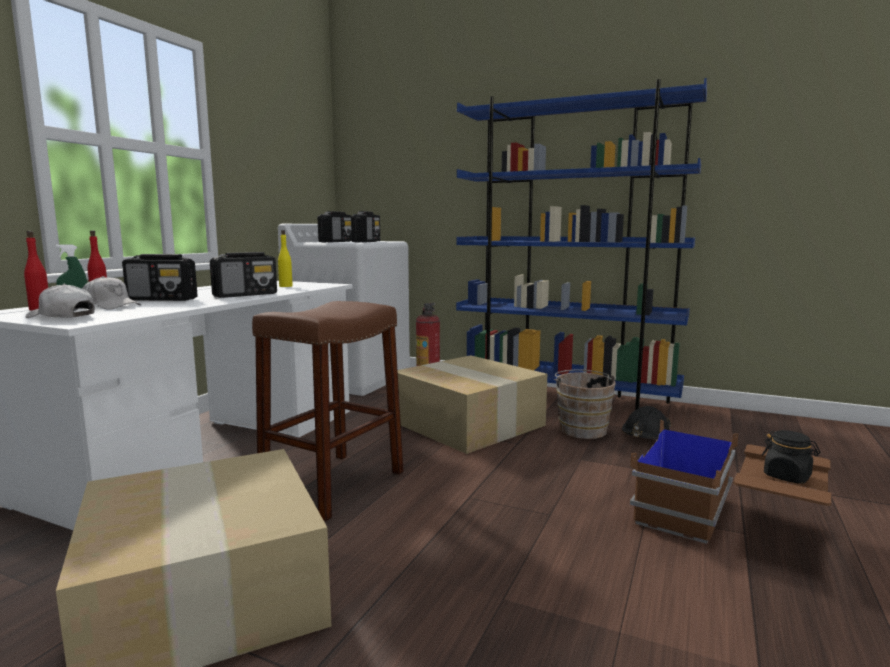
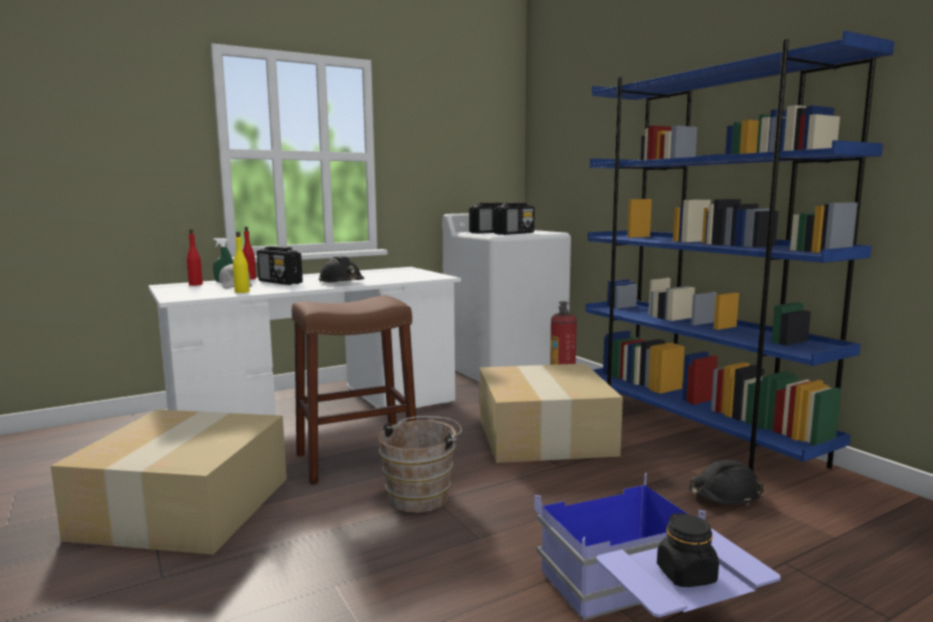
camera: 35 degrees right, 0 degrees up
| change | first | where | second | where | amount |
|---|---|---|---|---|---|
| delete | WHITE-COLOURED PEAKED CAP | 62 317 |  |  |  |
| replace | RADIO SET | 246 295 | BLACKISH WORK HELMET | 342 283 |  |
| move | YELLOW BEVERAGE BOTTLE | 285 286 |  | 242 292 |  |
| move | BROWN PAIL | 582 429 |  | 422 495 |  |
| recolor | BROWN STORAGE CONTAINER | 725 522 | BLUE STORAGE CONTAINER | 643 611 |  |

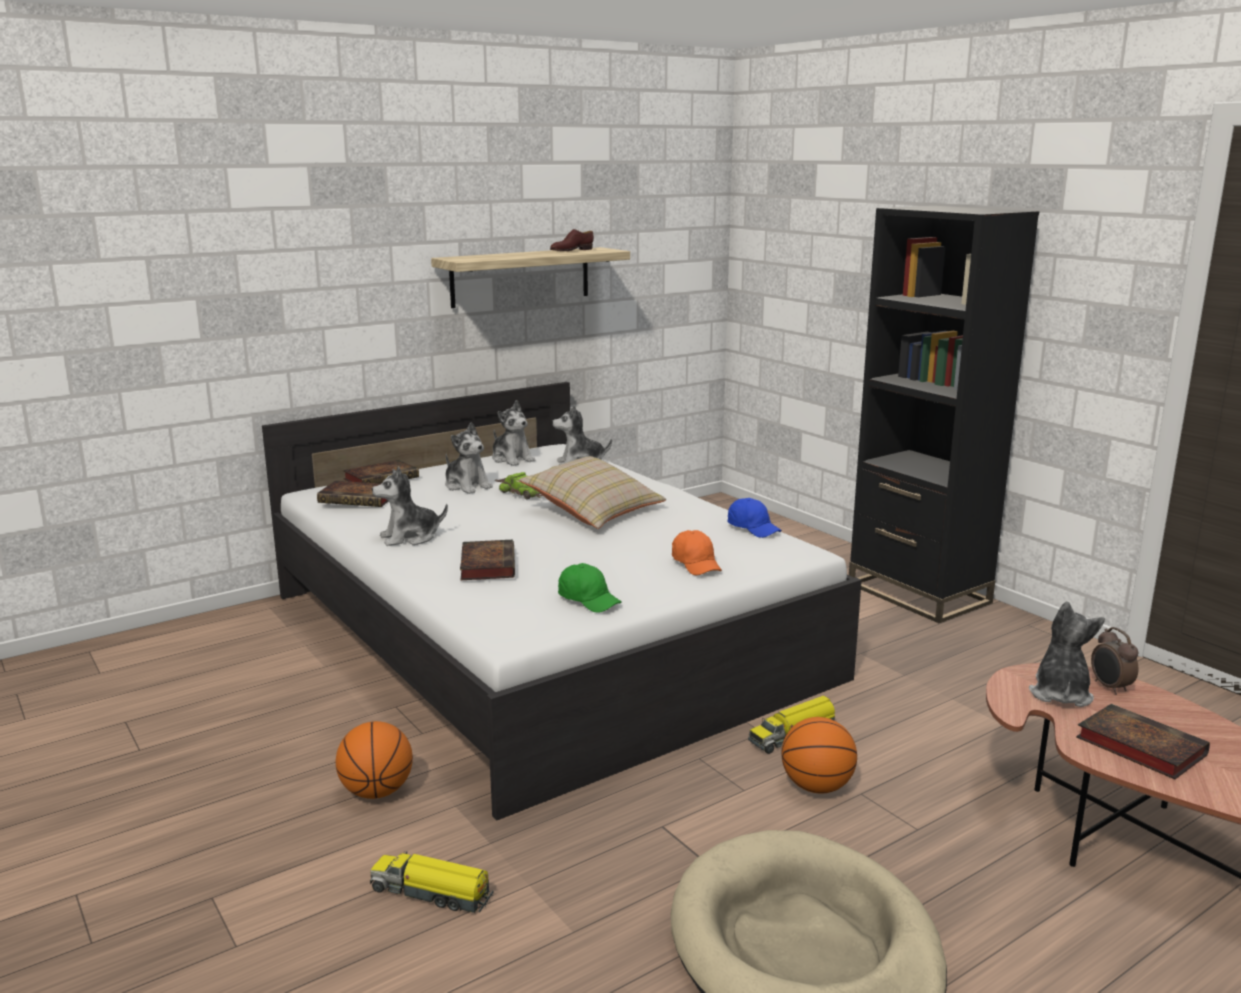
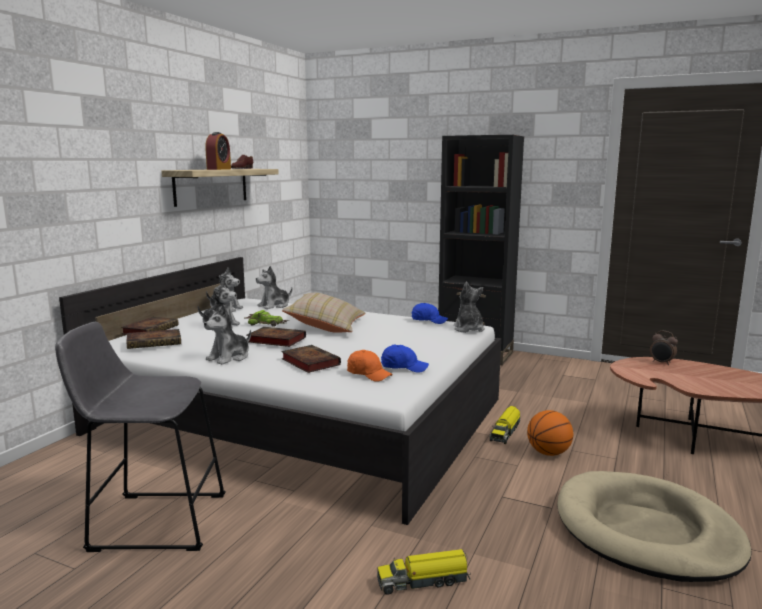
camera: 30 degrees left, 5 degrees down
| change | first | where | second | where | amount |
|---|---|---|---|---|---|
| delete | BASKETBALL BALL | 377 792 |  |  |  |
| recolor | GREENISH PEAKED CAP | 589 600 | BLUE PEAKED CAP | 403 367 |  |
| move | ORANGE PEAKED CAP | 696 564 |  | 369 374 |  |
| move | CUDDLY TOY | 1060 694 |  | 468 329 |  |
| move | BOOK | 1137 746 |  | 275 340 |  |
| insert |  |  | GREYISH STOOL SEAT | 152 521 |  |
| insert |  |  | ALARM CLOCK | 219 169 |  |

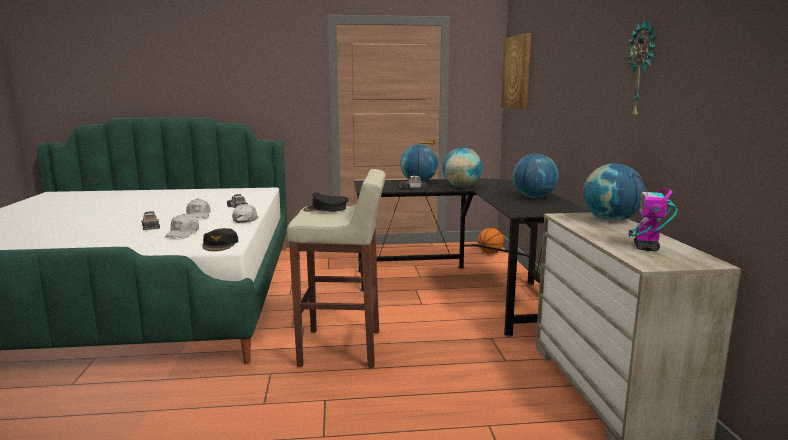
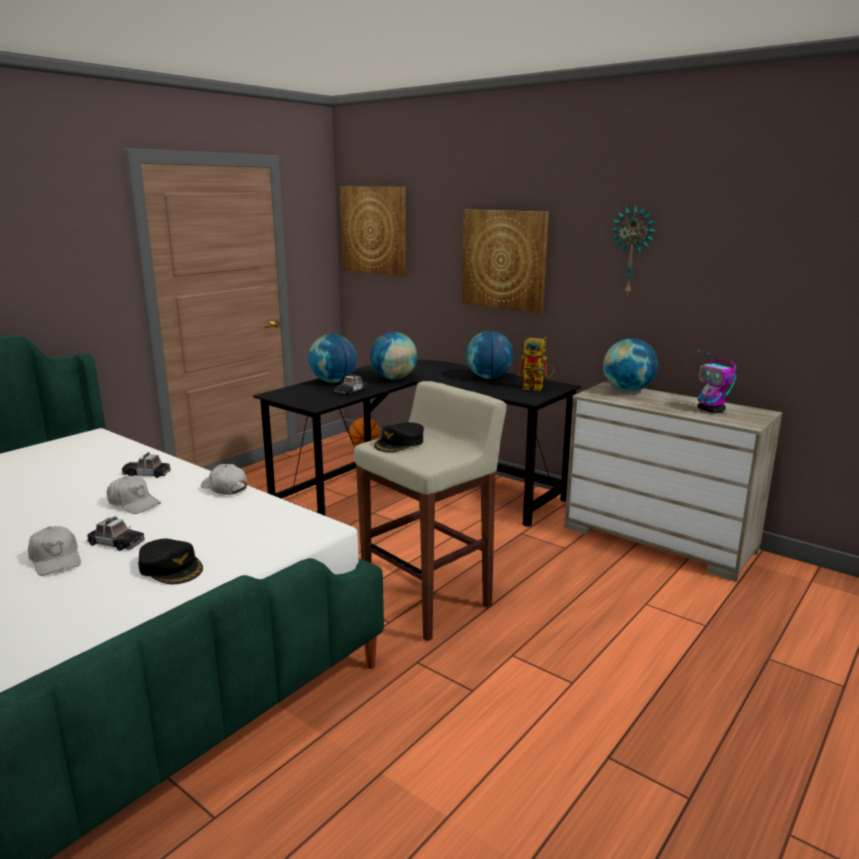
camera: 45 degrees left, 5 degrees up
| change | first | where | second | where | amount |
|---|---|---|---|---|---|
| move | WHITE-COLOURED PEAKED CAP | 183 234 |  | 56 559 |  |
| move | BLACKISH PEAKED CAP | 220 244 |  | 171 567 |  |
| insert |  |  | WALL PICTURE | 504 259 |  |
| insert |  |  | TOY ROBOT | 537 388 |  |

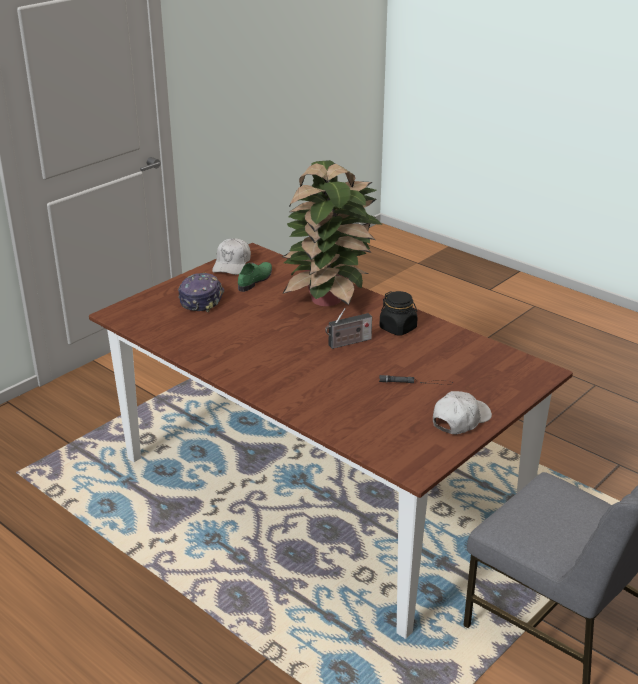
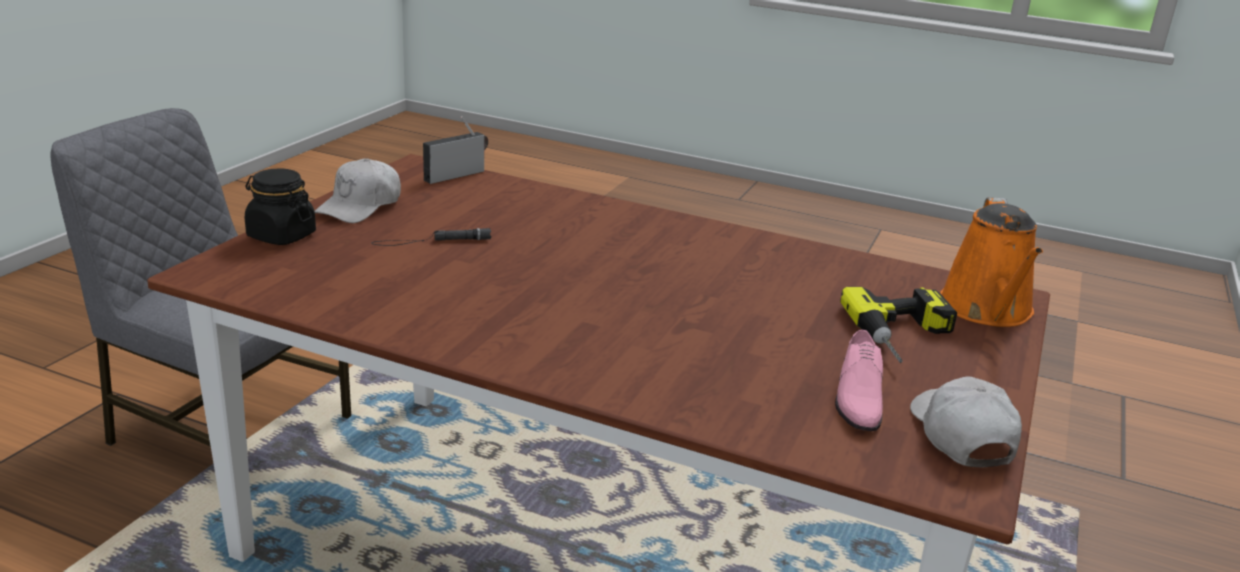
camera: 160 degrees right, 5 degrees down
| change | first | where | second | where | amount |
|---|---|---|---|---|---|
| replace | PEAKED CAP | 201 299 | DRILL | 906 337 |  |
| recolor | GREENISH LOW SHOE | 256 279 | PINK-COLOURED LOW SHOE | 856 397 |  |
| delete | PLANT IN A POT | 329 298 |  |  |  |
| move | RADIO SET | 348 343 |  | 456 175 |  |
| move | BLACKISH STORAGE JAR | 398 328 |  | 281 235 |  |
| insert |  |  | ORANGE WATERING CAN | 987 310 |  |

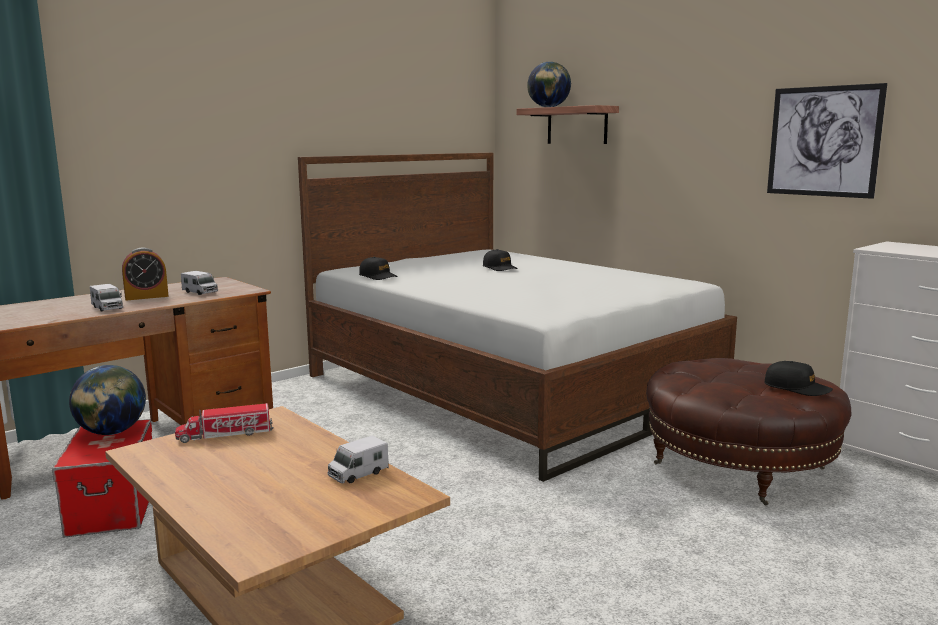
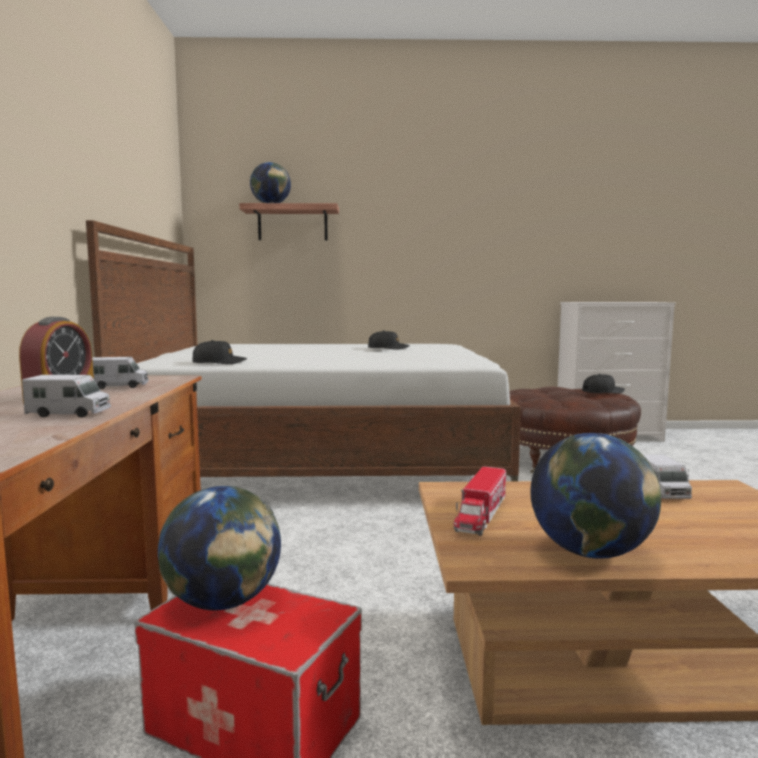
camera: 50 degrees left, 5 degrees down
| change | first | where | second | where | amount |
|---|---|---|---|---|---|
| move | BLACKISH PEAKED CAP | 500 268 |  | 388 348 |  |
| delete | WALL PICTURE | 823 141 |  |  |  |
| insert |  |  | WORLD GLOBE | 590 553 |  |

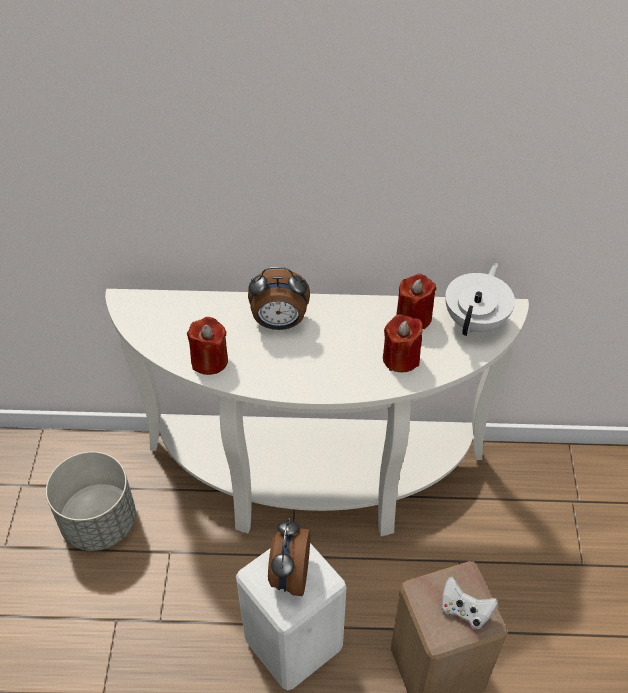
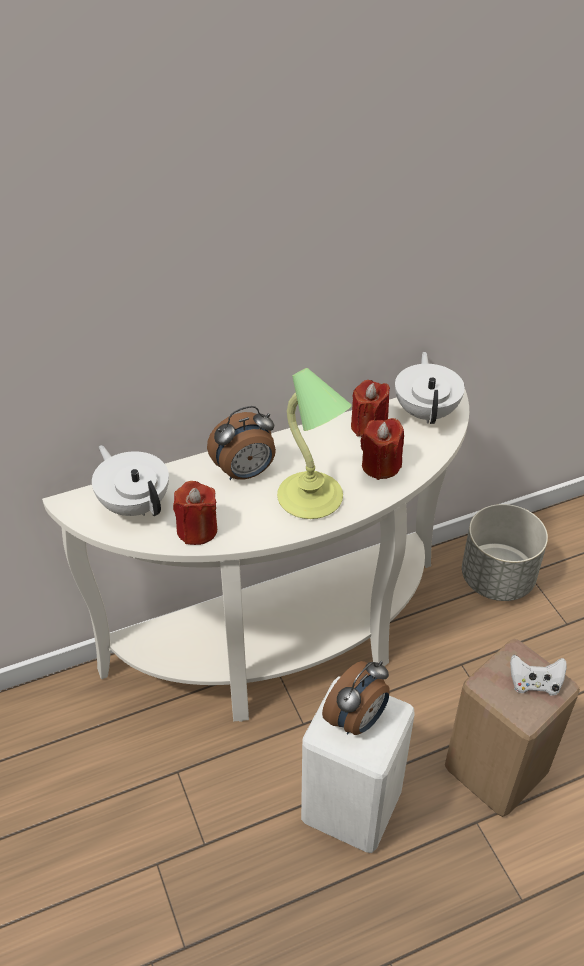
camera: 25 degrees left, 5 degrees down
| change | first | where | second | where | amount |
|---|---|---|---|---|---|
| move | GREYISH PLANTER | 99 521 |  | 496 578 |  |
| rotate | ALARM CLOCK | 289 575 |  | 357 720 | 120 degrees counterclockwise |
| insert |  |  | WHITE-COLOURED POT FOR TEA | 135 504 |  |
| insert |  |  | TABLETOP LAMP | 311 499 |  |

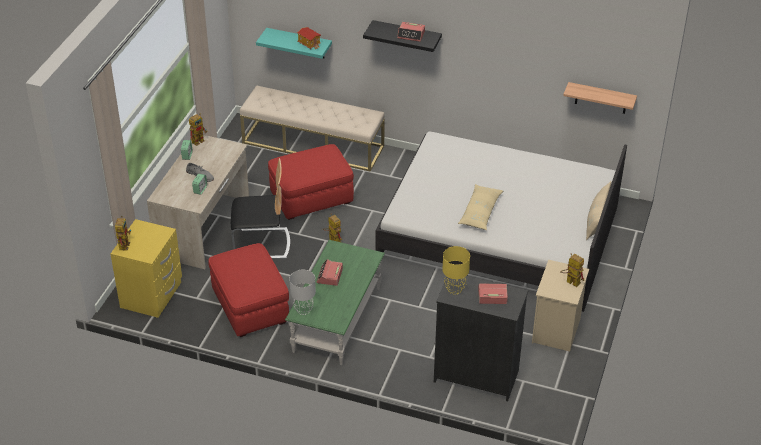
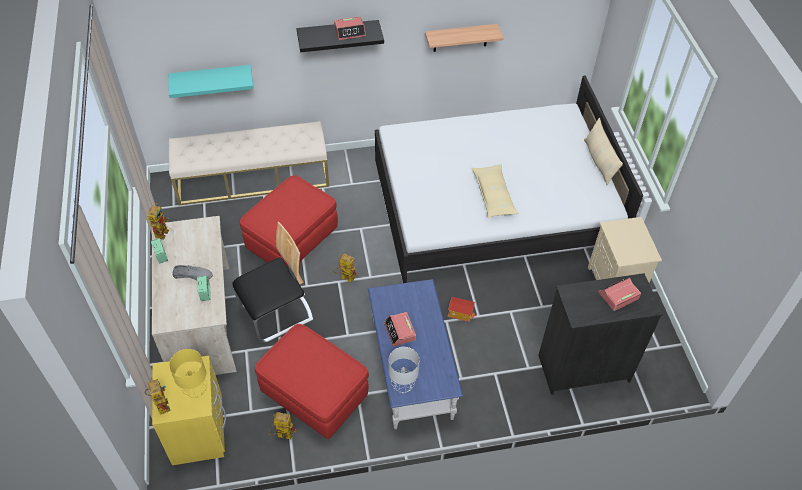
camera: 30 degrees left, 10 degrees up
| change | first | where | second | where | amount |
|---|---|---|---|---|---|
| recolor | GREENISH COFFEE TABLE | 337 319 | BLUE COFFEE TABLE | 412 368 |  |
| move | TOY HOUSE | 309 44 |  | 460 313 |  |
| move | YELLOW TABLETOP LAMP | 455 289 |  | 196 390 |  |
| move | TOY ROBOT | 570 281 |  | 281 435 |  |
| move | BRACKET SHELF | 601 98 |  | 460 38 |  |

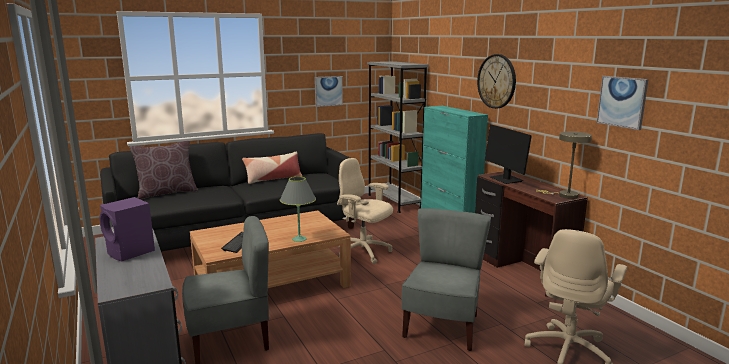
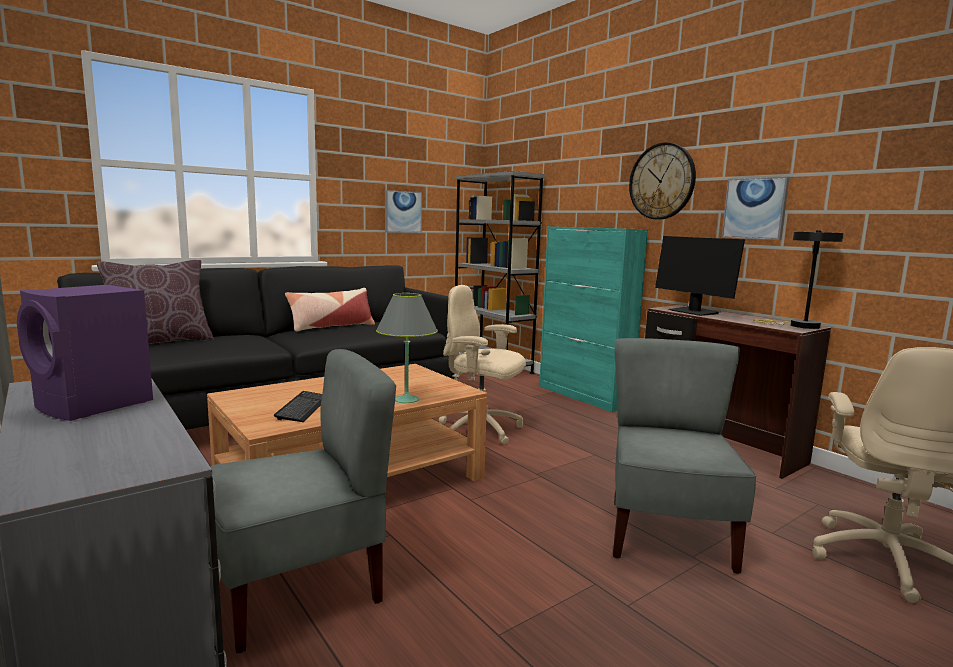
camera: 10 degrees left, 5 degrees down
| change | first | where | second | where | amount |
|---|---|---|---|---|---|
| recolor | BEIGE TABLETOP LAMP | 564 195 | BLACKISH TABLETOP LAMP | 799 326 |  |
| move | WALL PICTURE | 622 102 |  | 754 208 |  |

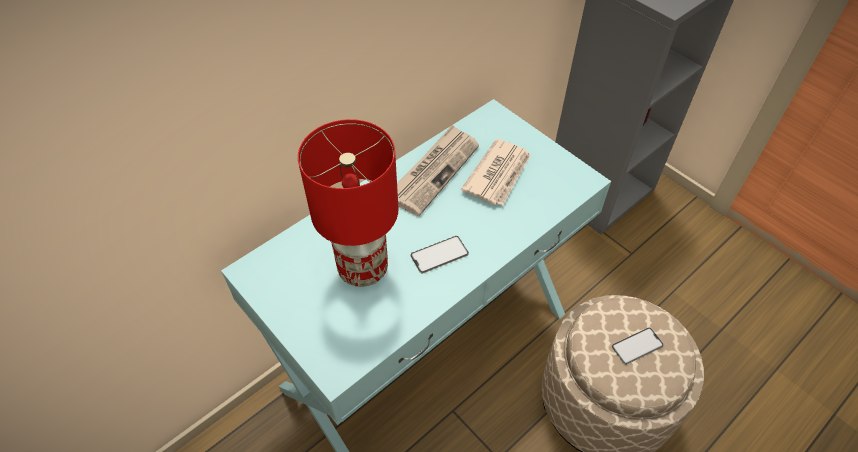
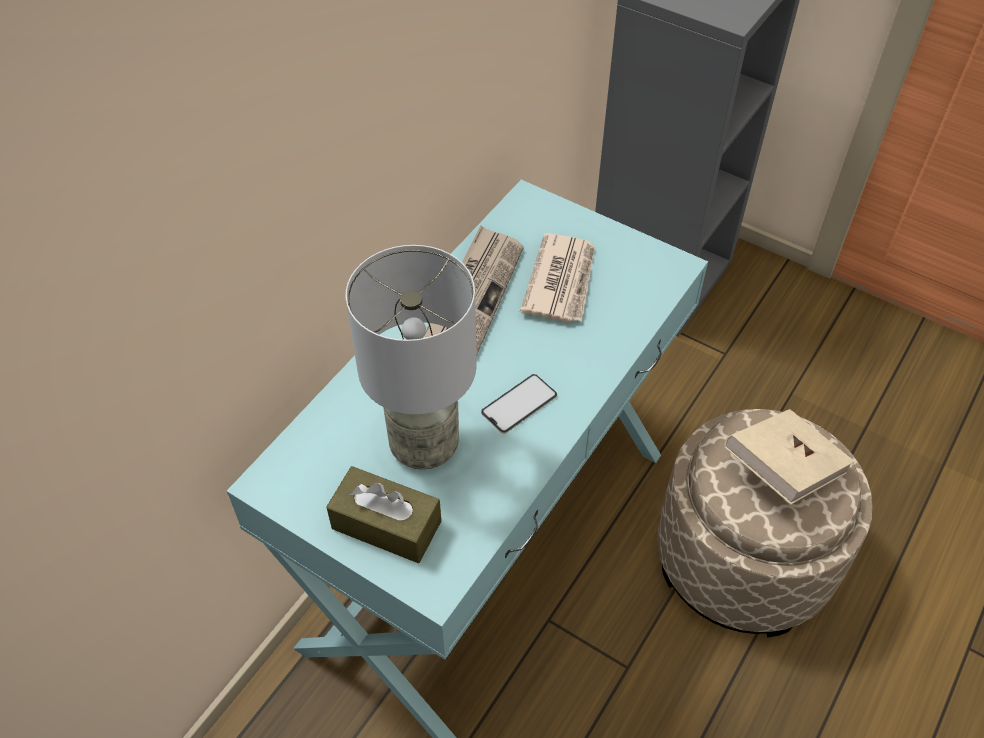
camera: 15 degrees left, 0 degrees up
| change | first | where | second | where | amount |
|---|---|---|---|---|---|
| recolor | RED TABLETOP LAMP | 362 270 | GREYISH TABLETOP LAMP | 424 447 |  |
| replace | HANDSET | 637 346 | BEIGE BOOK | 782 470 |  |
| insert |  |  | BROWN BOX OF TISSUES | 386 525 |  |

